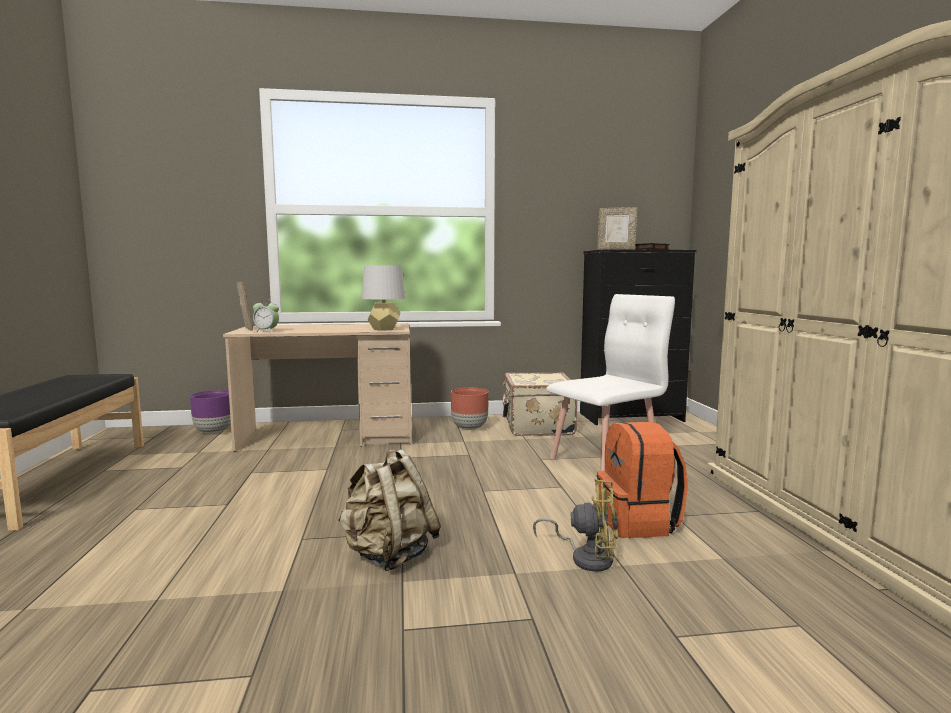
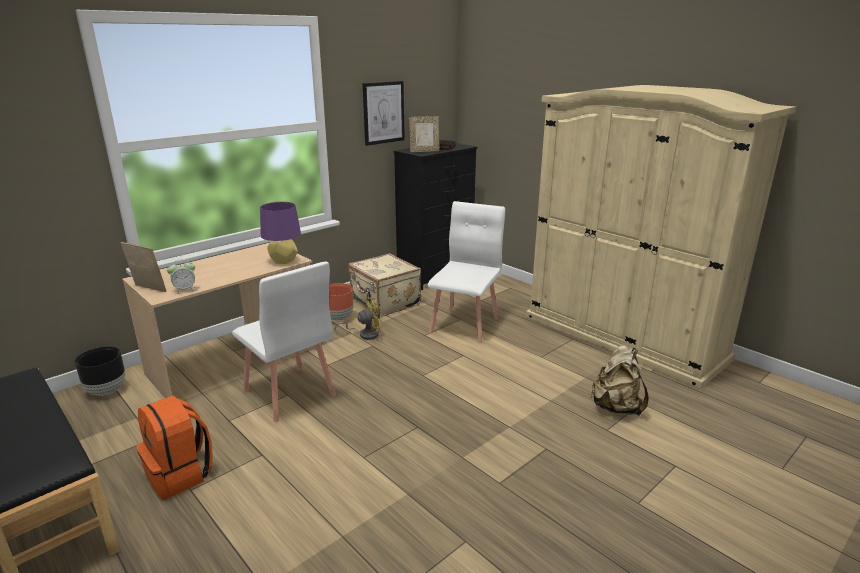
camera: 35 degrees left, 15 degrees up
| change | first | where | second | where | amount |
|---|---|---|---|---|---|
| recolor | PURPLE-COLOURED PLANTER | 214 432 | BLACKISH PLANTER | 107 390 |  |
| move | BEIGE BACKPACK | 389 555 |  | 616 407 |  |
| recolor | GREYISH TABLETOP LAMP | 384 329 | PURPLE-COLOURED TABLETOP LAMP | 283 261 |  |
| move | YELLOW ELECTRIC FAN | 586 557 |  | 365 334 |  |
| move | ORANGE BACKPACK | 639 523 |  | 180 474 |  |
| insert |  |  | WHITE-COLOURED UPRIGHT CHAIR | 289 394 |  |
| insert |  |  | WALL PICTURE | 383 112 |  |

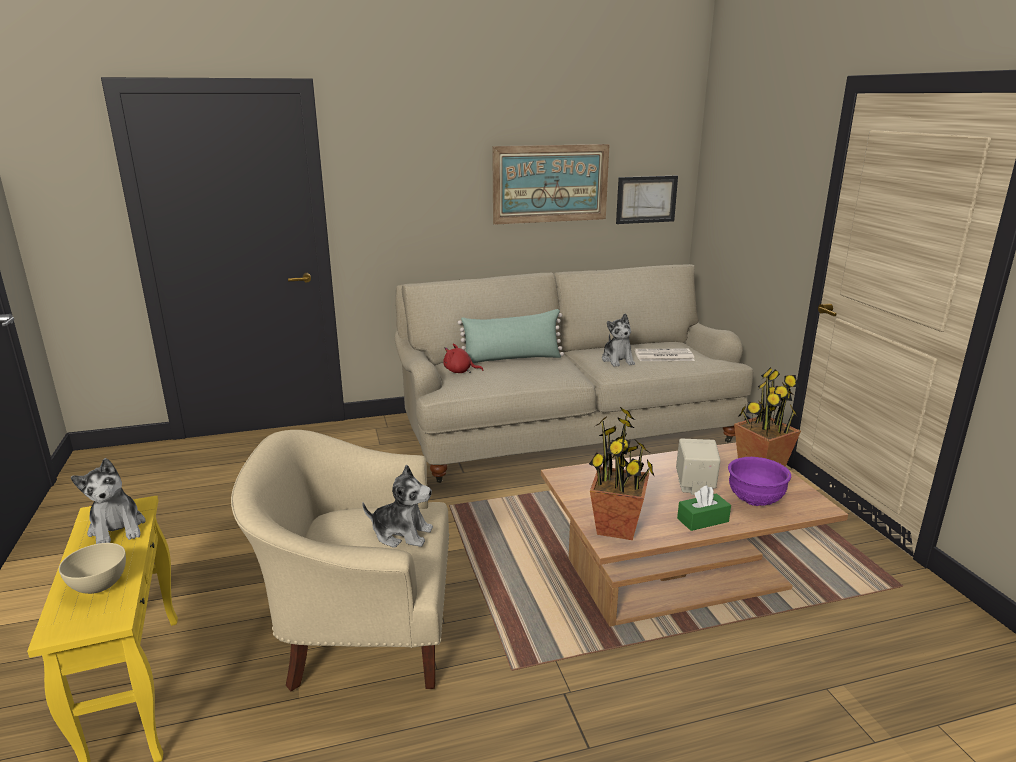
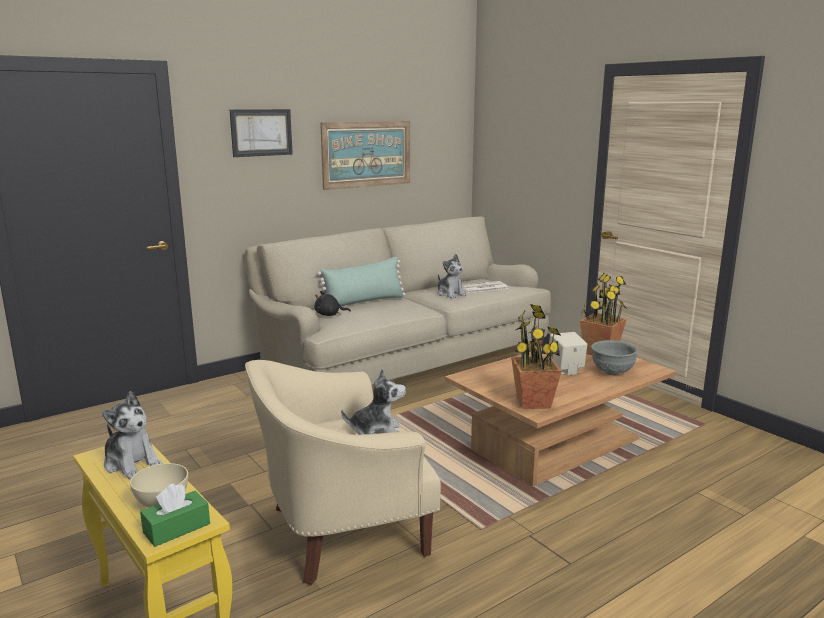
camera: 20 degrees left, 5 degrees down
| change | first | where | second | where | amount |
|---|---|---|---|---|---|
| recolor | RED CUDDLY TOY | 460 371 | BLACKISH CUDDLY TOY | 329 315 |  |
| move | WALL PICTURE | 646 199 |  | 261 132 |  |
| move | GREENISH BOX OF TISSUES | 702 520 |  | 176 528 |  |
| recolor | PURPLE-COLOURED SERVING BOWL | 754 500 | GREYISH SERVING BOWL | 611 372 |  |

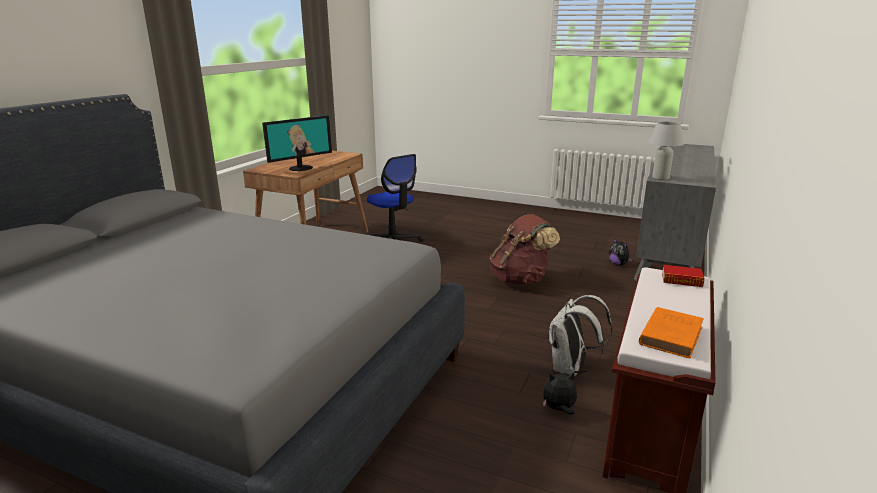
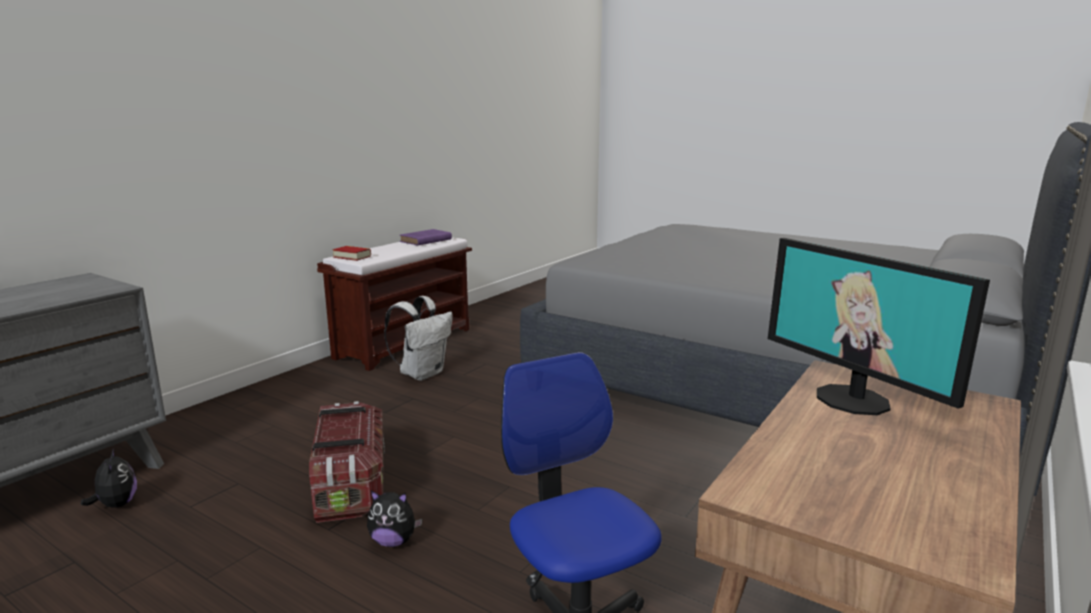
camera: 170 degrees left, 5 degrees down
| change | first | where | second | where | amount |
|---|---|---|---|---|---|
| rotate | MONITOR | 300 168 |  | 853 399 | 90 degrees counterclockwise |
| replace | BROWN BACKPACK | 521 279 | STORAGE CONTAINER | 351 484 |  |
| move | CUDDLY TOY | 559 409 |  | 393 541 |  |
| recolor | ORANGE BOOK | 671 335 | PURPLE-COLOURED BOOK | 424 241 |  |
| delete | WHITE-COLOURED TABLETOP LAMP | 660 178 |  |  |  |

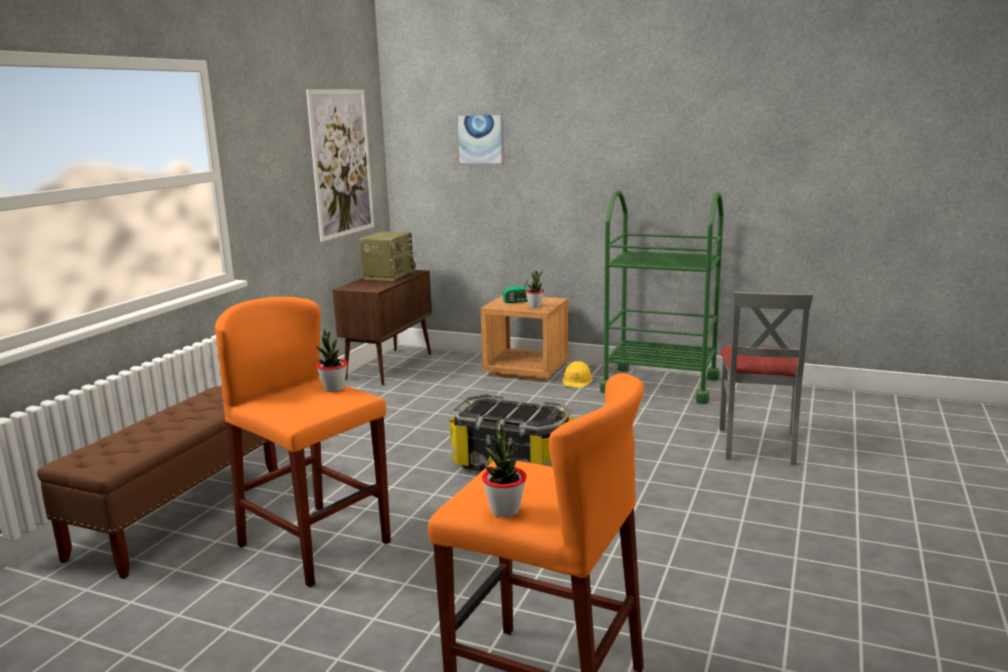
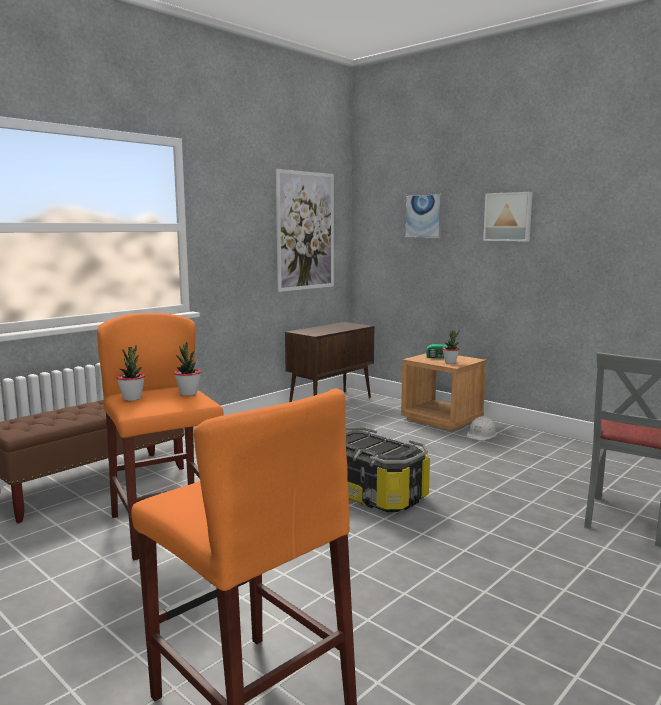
camera: 20 degrees right, 5 degrees down
| change | first | where | second | where | amount |
|---|---|---|---|---|---|
| delete | RADIO SET | 388 275 |  |  |  |
| move | PLANT IN A POT | 505 510 |  | 132 398 |  |
| recolor | YELLOW WORK HELMET | 577 381 | WHITE-COLOURED WORK HELMET | 481 434 |  |
| delete | GREENISH TROLLEY | 660 385 |  |  |  |
| insert |  |  | WALL PICTURE | 508 217 |  |

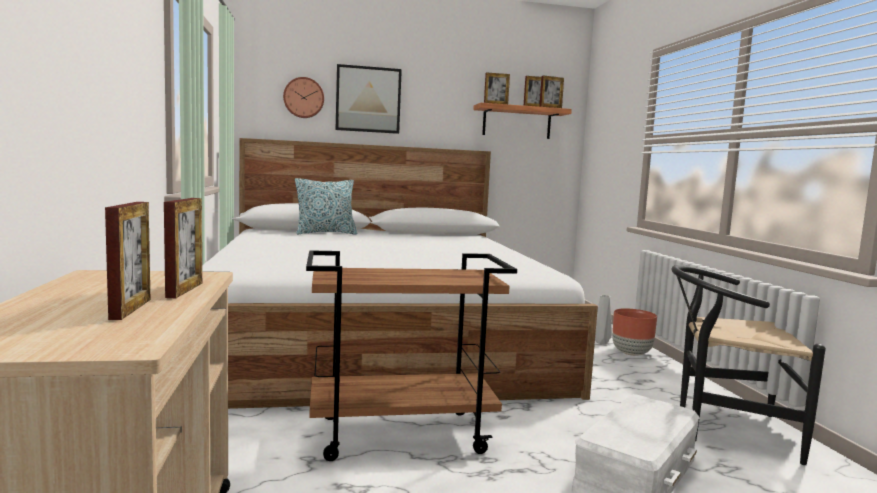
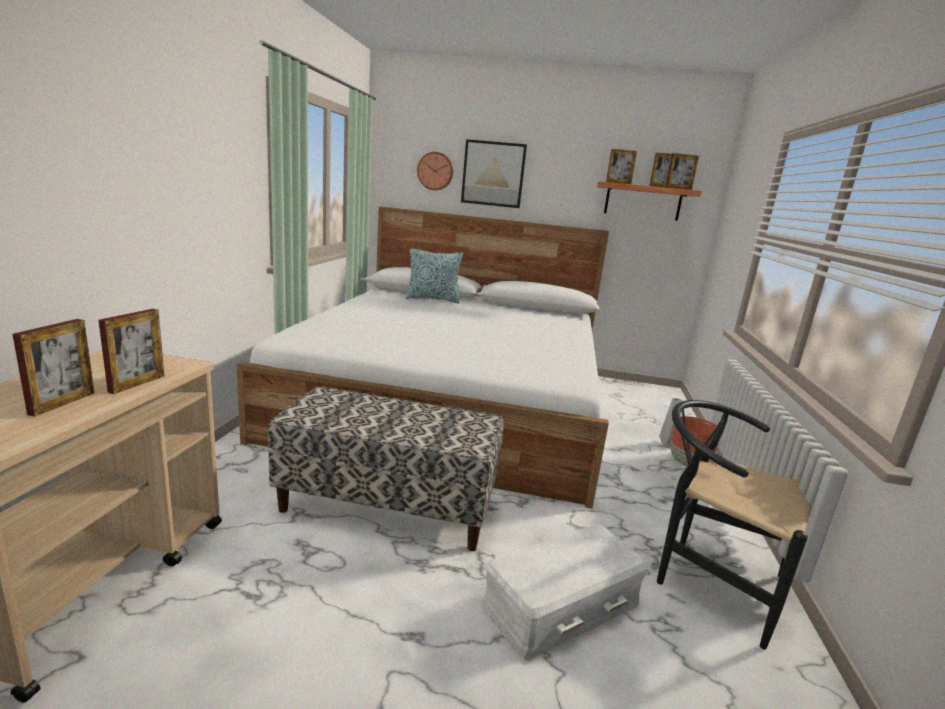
camera: 20 degrees right, 10 degrees up
| change | first | where | second | where | amount |
|---|---|---|---|---|---|
| replace | BROWN TROLLEY | 402 434 | INDOOR BENCH | 389 505 |  |

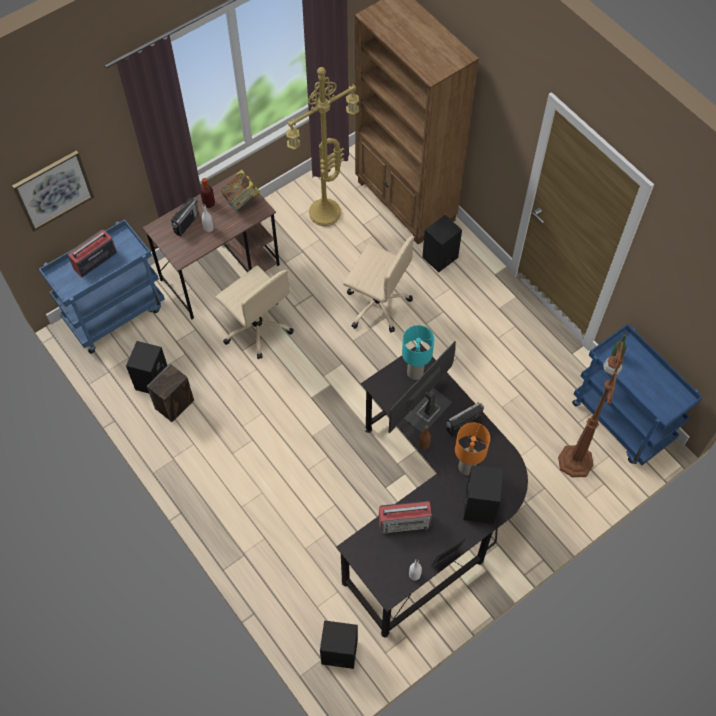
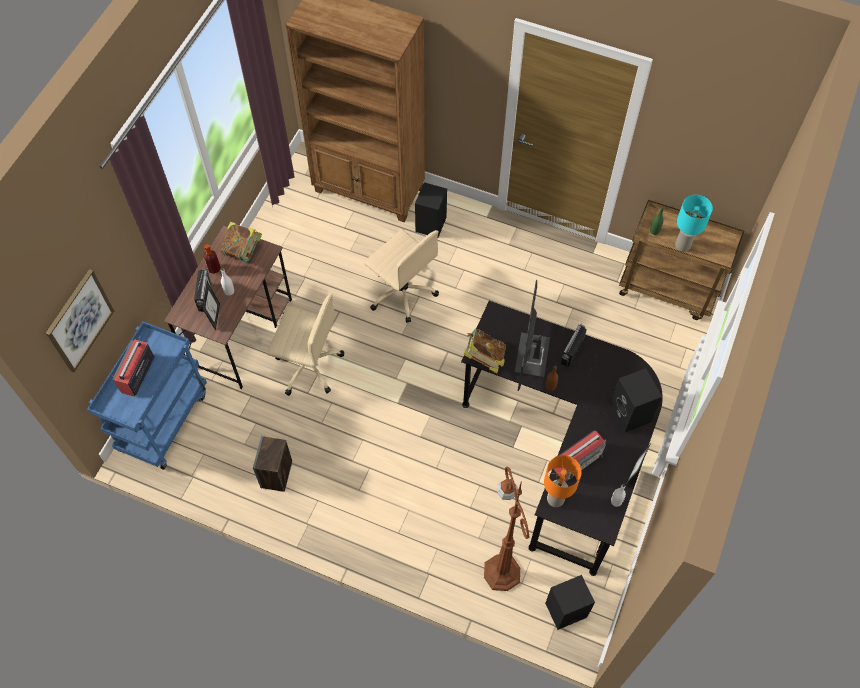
camera: 30 degrees left, 0 degrees up
| change | first | where | second | where | amount |
|---|---|---|---|---|---|
| delete | BLACKISH SPEAKER | 152 379 |  |  |  |
| delete | YELLOW FLOOR LAMP | 325 215 |  |  |  |
| rotate | BEIGE DESK CHAIR | 376 304 |  | 402 292 | 45 degrees clockwise |
| move | BLUE-GREEN TABLETOP LAMP | 414 372 |  | 682 245 |  |
| move | ORANGE TABLETOP LAMP | 466 467 |  | 555 499 |  |
| move | BROWN FLOOR LAMP | 576 459 |  | 501 570 |  |
| recolor | BLUE TROLLEY | 623 421 | BROWN TROLLEY | 668 289 |  |
| insert |  |  | STANDING FRAME | 215 316 |  |
| insert |  |  | BOOK | 484 357 |  |

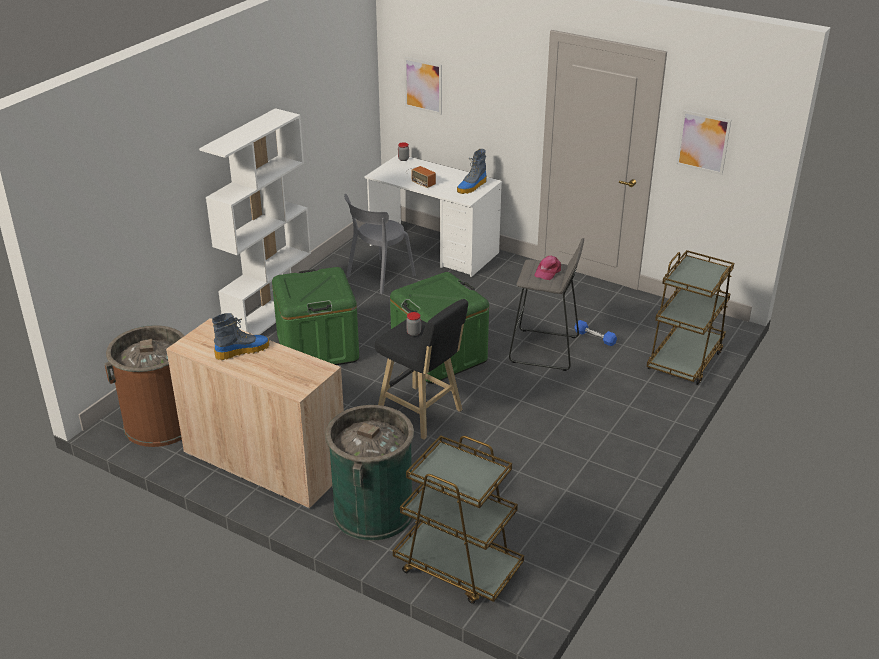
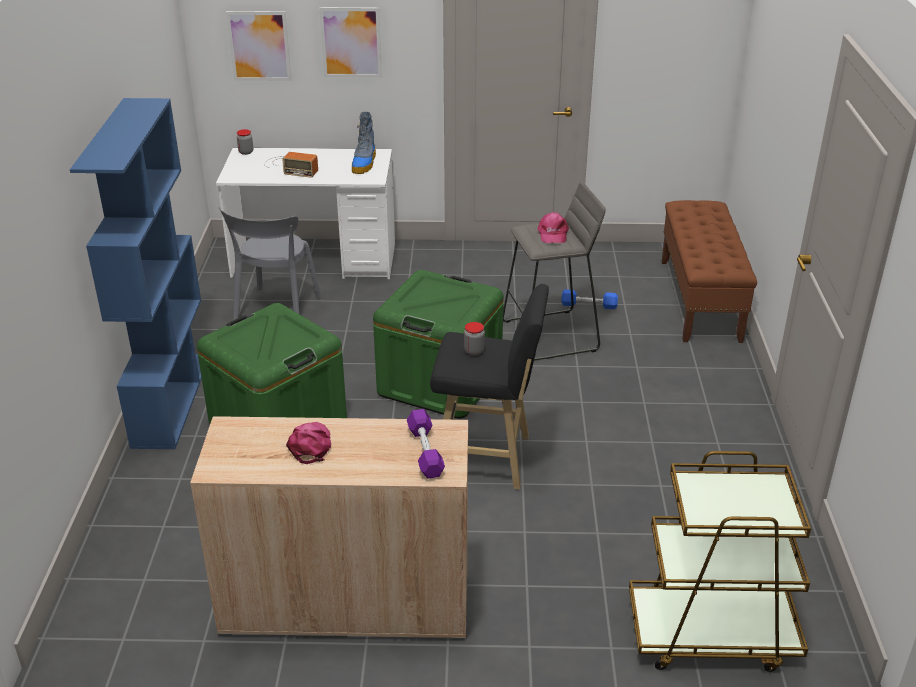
camera: 30 degrees left, 0 degrees up
| change | first | where | second | where | amount |
|---|---|---|---|---|---|
| delete | BROWN RUBBISH BIN | 160 423 |  |  |  |
| recolor | WHITE-COLOURED SHELVING UNIT | 270 313 | BLUE SHELVING UNIT | 171 399 |  |
| replace | TALL BOOT | 242 351 | PINK-COLOURED PEAKED CAP | 310 445 |  |
| delete | GREENISH RUBBISH BIN | 373 511 |  |  |  |
| replace | BROWN TROLLEY | 685 360 | BROWN INDOOR BENCH | 700 300 |  |
| move | WALL PICTURE | 703 142 |  | 351 42 |  |
| insert |  |  | PURPLE-COLOURED DUMBBELL | 425 452 |  |

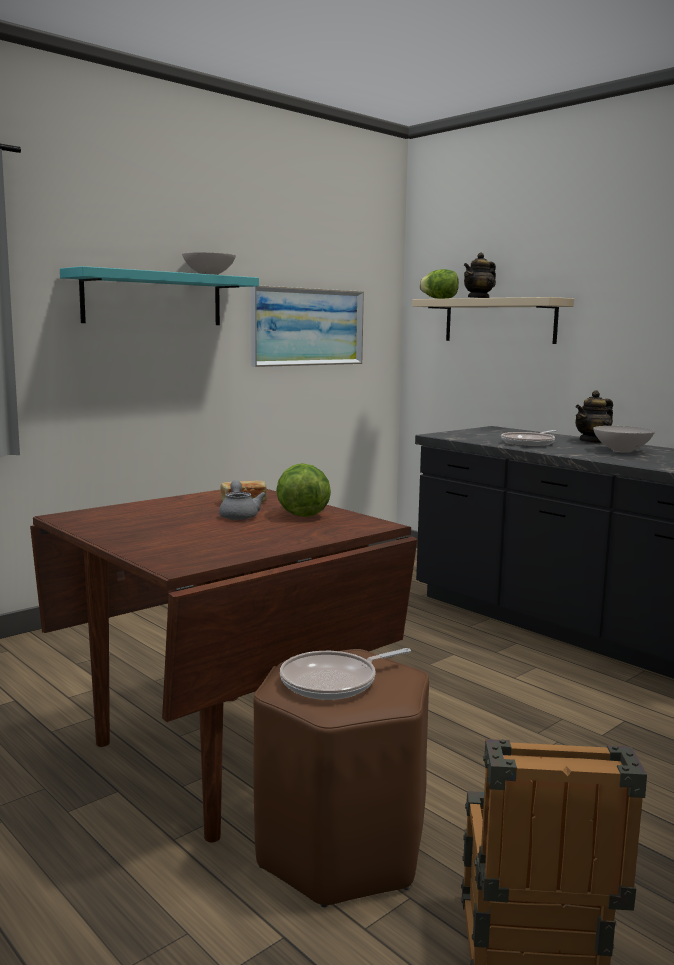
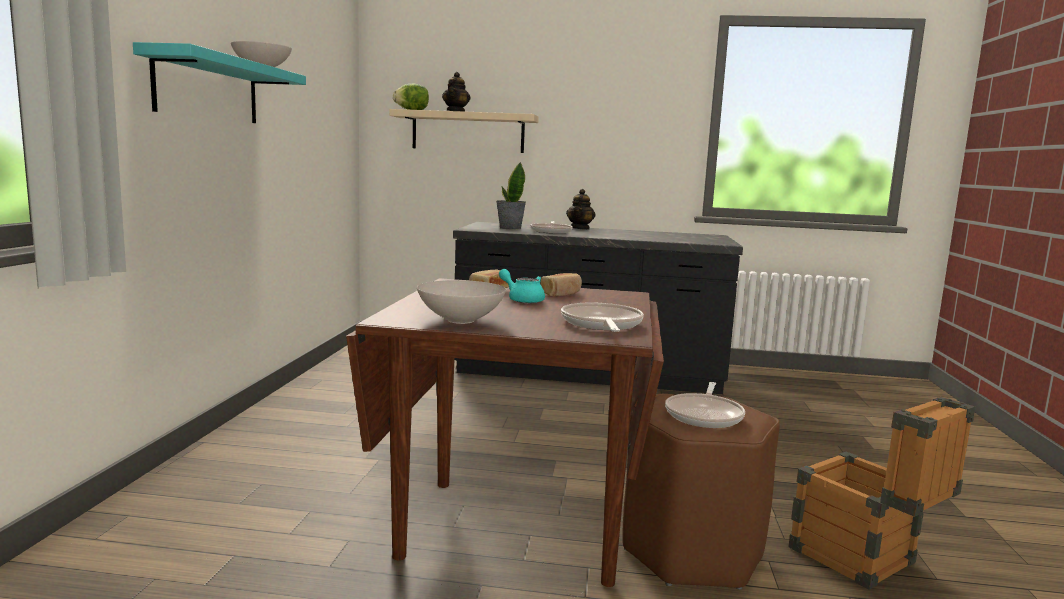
camera: 40 degrees left, 0 degrees up
| change | first | where | second | where | amount |
|---|---|---|---|---|---|
| recolor | GREYISH POT FOR TEA | 239 515 | BLUE-GREEN POT FOR TEA | 522 300 |  |
| delete | WALL PICTURE | 308 327 |  |  |  |
| replace | LETTUCE HEAD | 302 514 | BREAD | 561 294 |  |
| move | WHITE-COLOURED SERVING BOWL | 622 451 |  | 462 320 |  |
| insert |  |  | PLANT IN A POT | 509 228 |  |
| insert |  |  | SKILLET | 601 324 |  |

